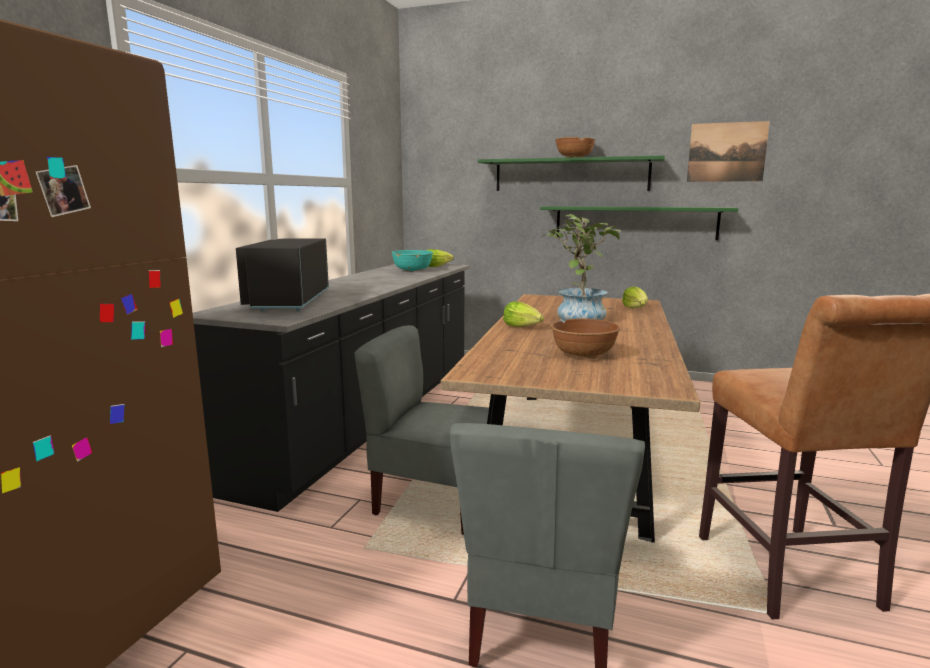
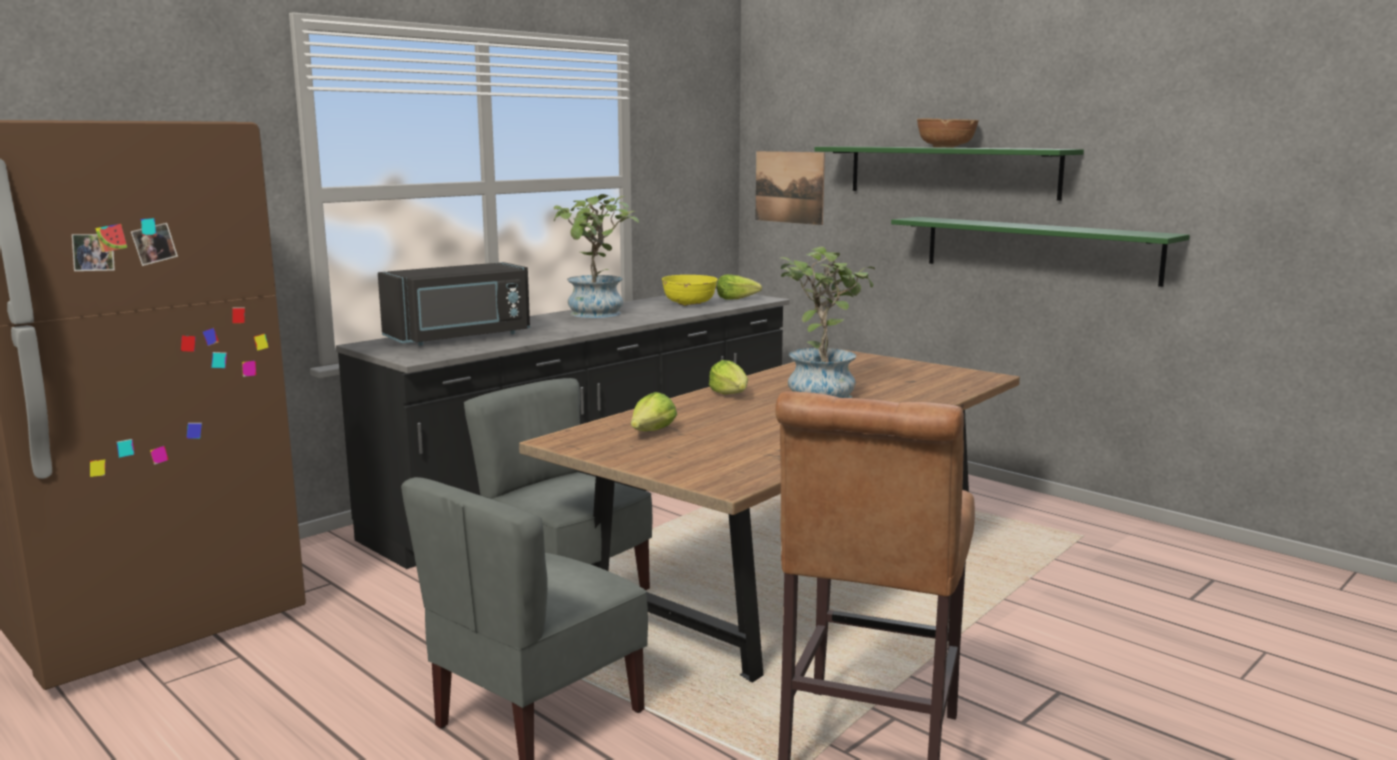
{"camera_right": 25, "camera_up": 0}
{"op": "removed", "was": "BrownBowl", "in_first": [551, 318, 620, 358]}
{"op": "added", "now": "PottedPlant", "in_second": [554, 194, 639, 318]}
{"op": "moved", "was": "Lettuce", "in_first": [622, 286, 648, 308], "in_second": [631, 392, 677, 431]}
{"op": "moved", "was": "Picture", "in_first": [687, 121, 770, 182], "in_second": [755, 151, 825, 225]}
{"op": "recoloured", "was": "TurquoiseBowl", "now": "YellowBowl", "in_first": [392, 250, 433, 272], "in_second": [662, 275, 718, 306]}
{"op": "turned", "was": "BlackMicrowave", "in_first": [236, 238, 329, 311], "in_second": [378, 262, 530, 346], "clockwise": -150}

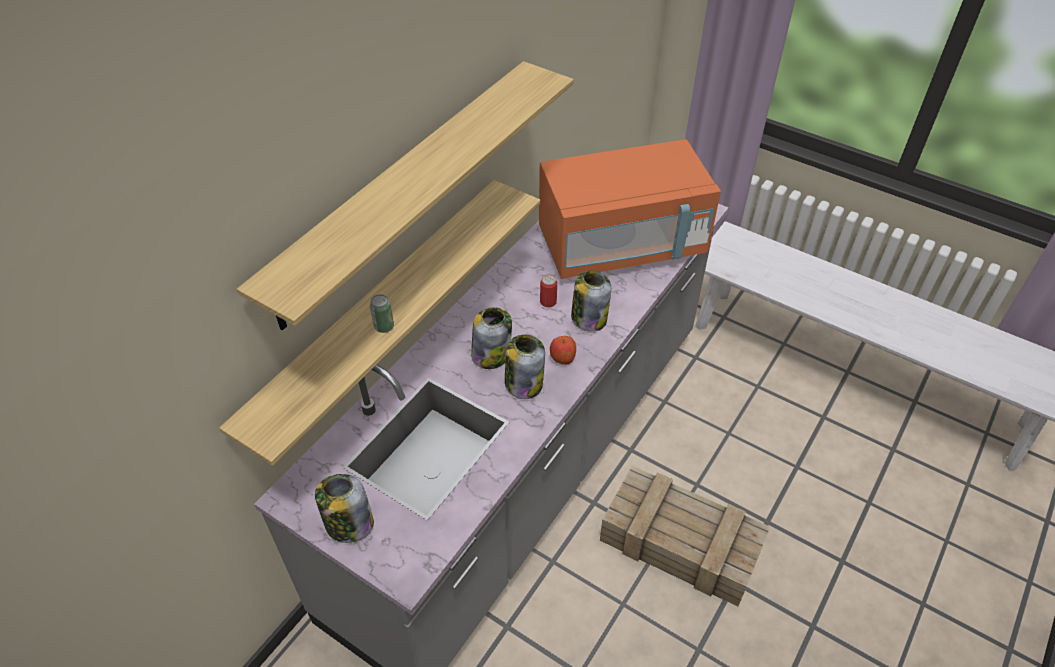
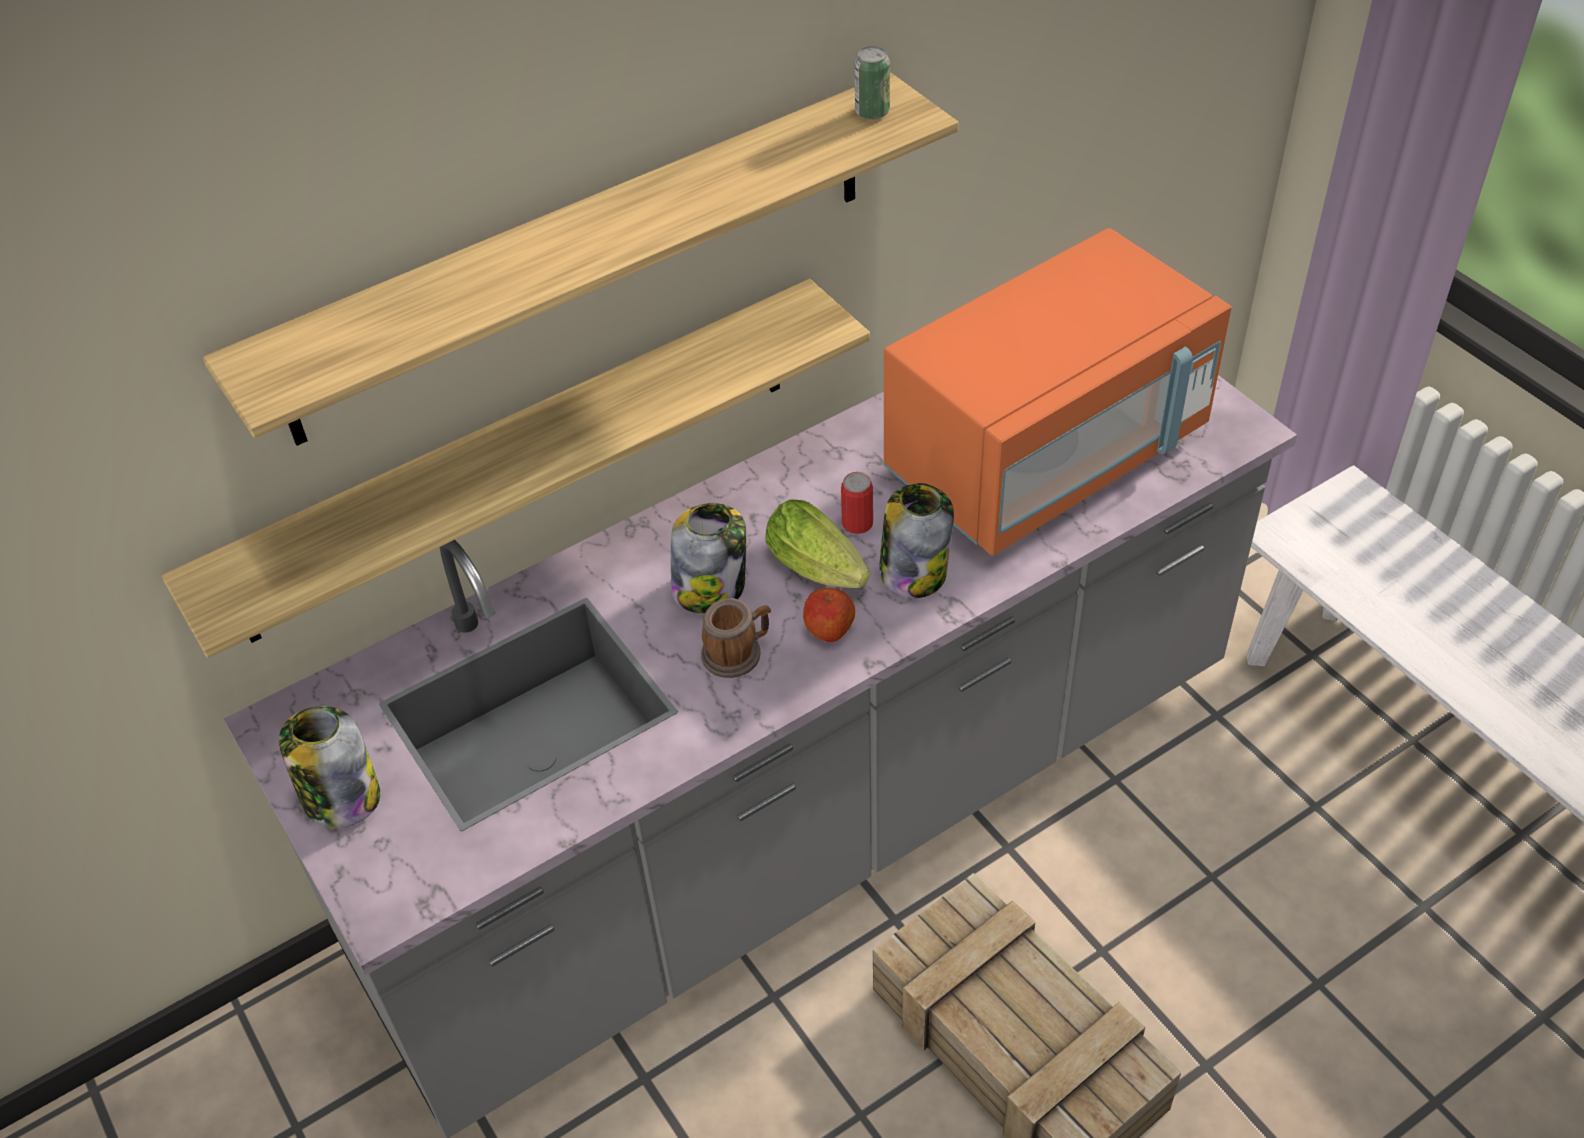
{"camera_right": 25, "camera_up": 0}
{"op": "added", "now": "Lettuce", "in_second": [765, 499, 870, 588]}
{"op": "moved", "was": "Can", "in_first": [370, 294, 394, 333], "in_second": [854, 46, 890, 120]}
{"op": "replaced", "was": "Jar", "now": "Mug", "in_first": [505, 335, 545, 399], "in_second": [701, 598, 771, 678]}
{"op": "turned", "was": "OrangeMicrowave", "in_first": [539, 140, 721, 279], "in_second": [884, 228, 1231, 556], "clockwise": -45}

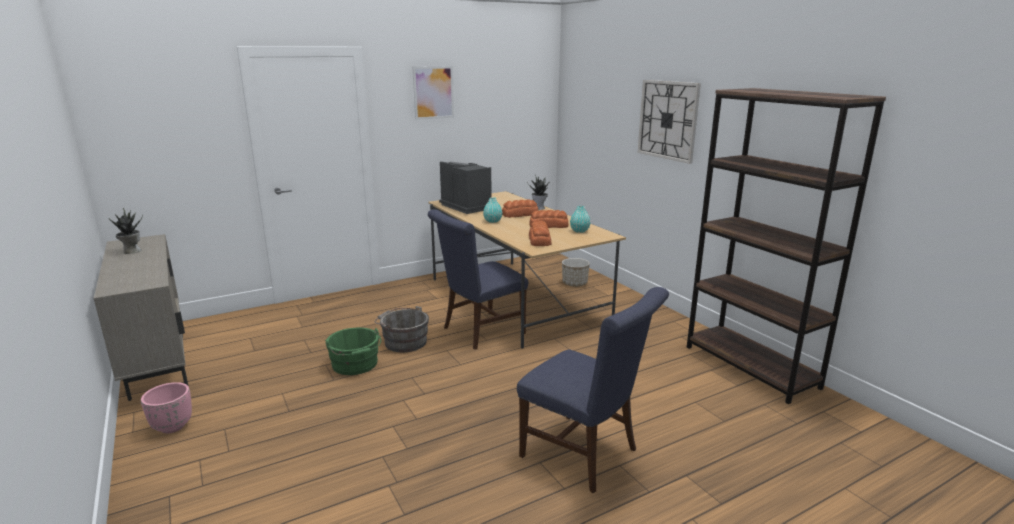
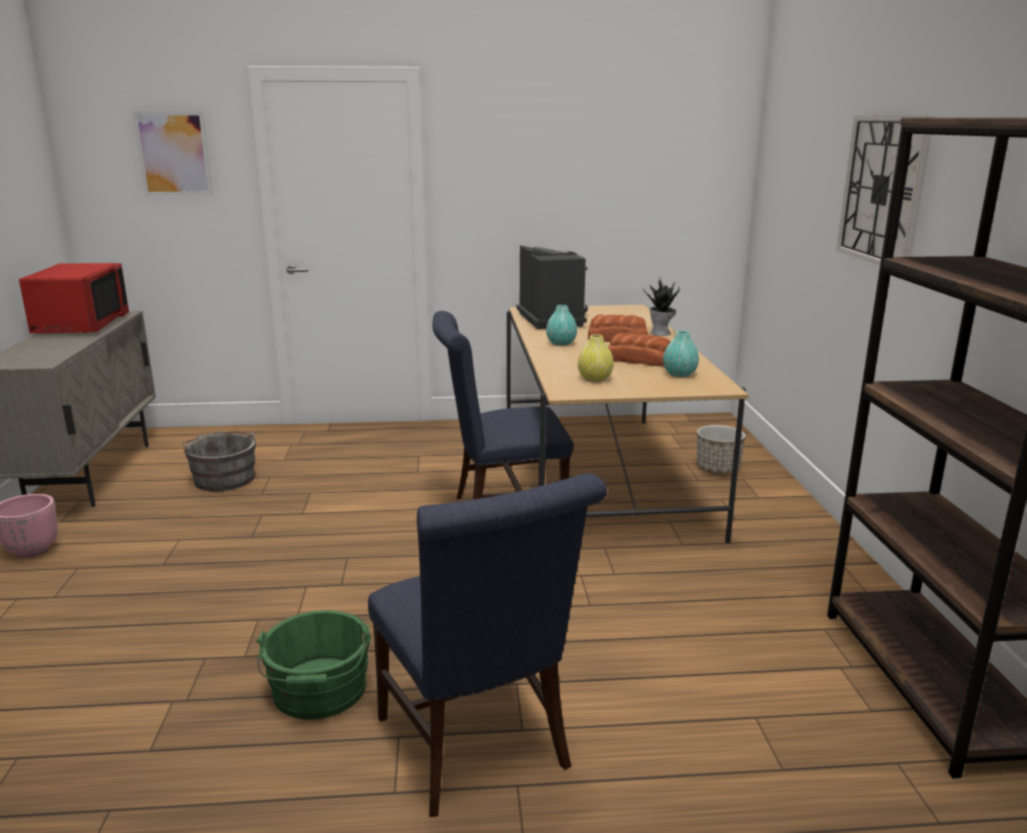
{"camera_right": 25, "camera_up": 0}
{"op": "moved", "was": "GreenBucket", "in_first": [325, 327, 381, 375], "in_second": [256, 610, 371, 719]}
{"op": "moved", "was": "GreyBucket", "in_first": [375, 306, 429, 352], "in_second": [182, 431, 256, 491]}
{"op": "moved", "was": "Picture", "in_first": [413, 66, 454, 120], "in_second": [133, 111, 213, 196]}
{"op": "replaced", "was": "PottedPlant", "now": "RedMicrowave", "in_first": [109, 208, 143, 254], "in_second": [19, 263, 129, 334]}
{"op": "replaced", "was": "Bread", "now": "YellowVase", "in_first": [529, 221, 552, 246], "in_second": [578, 334, 614, 382]}

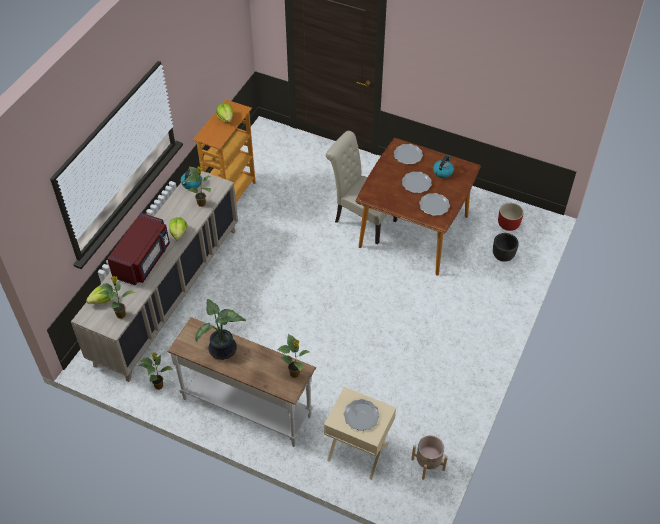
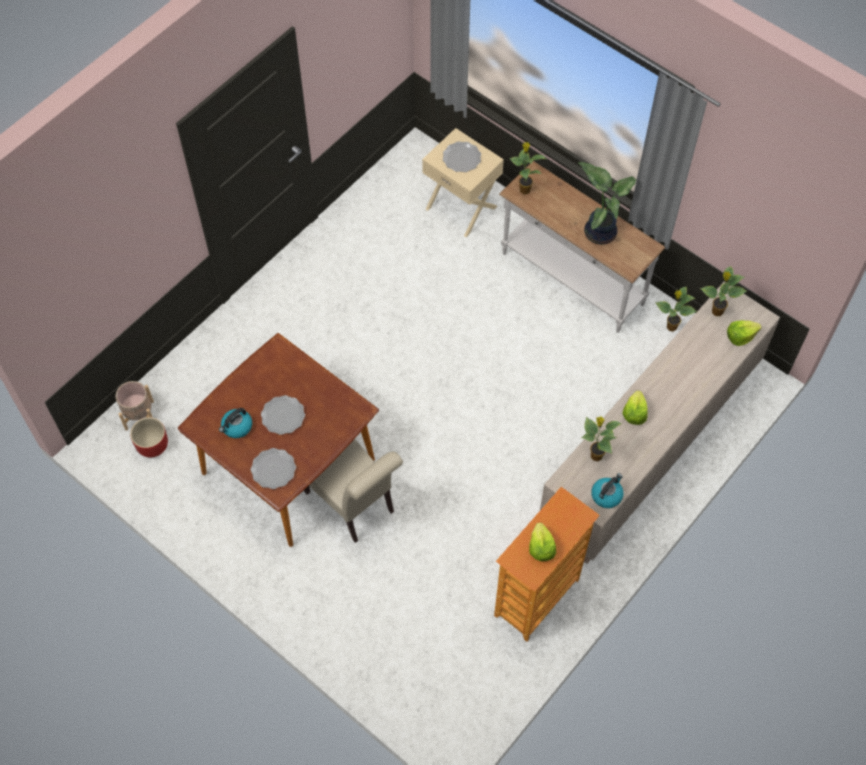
{"camera_right": -165, "camera_up": 10}
{"op": "removed", "was": "RedMicrowave", "in_first": [107, 213, 170, 286]}
{"op": "removed", "was": "Plate", "in_first": [419, 193, 450, 216]}
{"op": "removed", "was": "BlackPlanter", "in_first": [493, 233, 519, 262]}
{"op": "moved", "was": "BeigePlanter", "in_first": [411, 435, 448, 480], "in_second": [116, 381, 154, 431]}

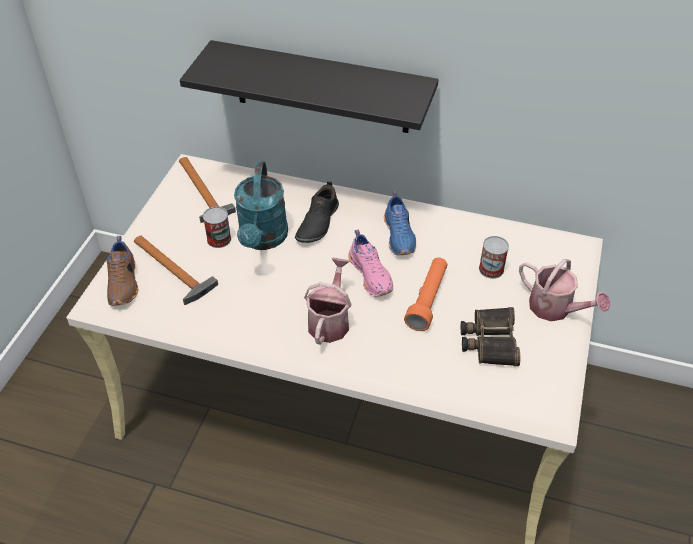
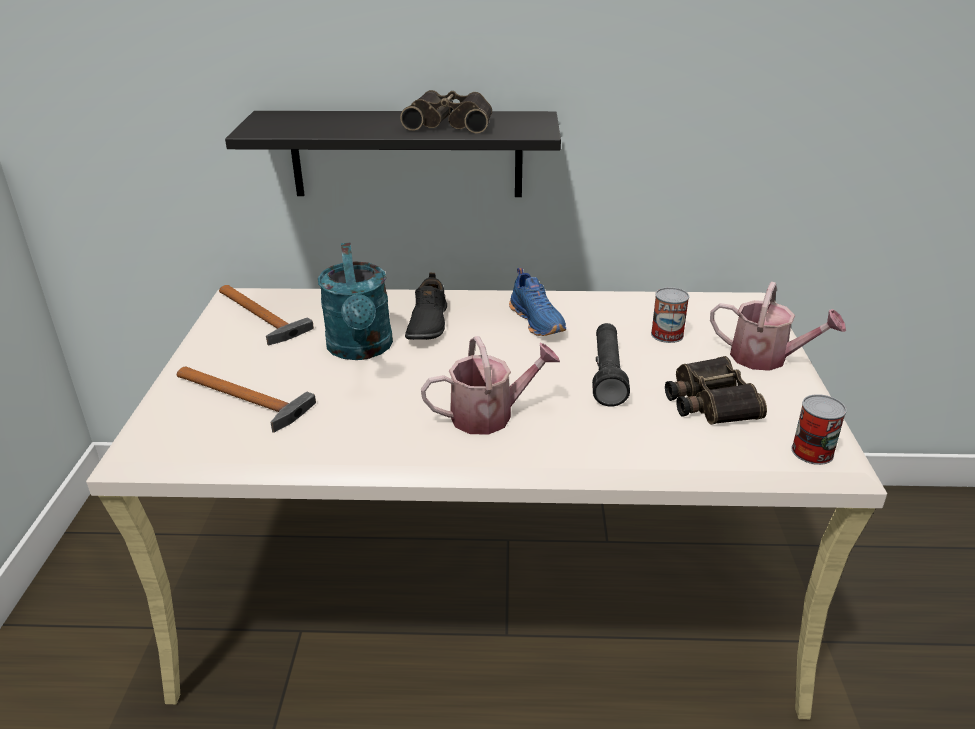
{"camera_right": -15, "camera_up": -15}
{"op": "removed", "was": "BrownShoe", "in_first": [107, 236, 138, 306]}
{"op": "removed", "was": "PinkShoe", "in_first": [348, 229, 393, 297]}
{"op": "added", "now": "Binoculars", "in_second": [400, 90, 492, 134]}
{"op": "moved", "was": "Can", "in_first": [203, 207, 231, 248], "in_second": [792, 394, 847, 465]}
{"op": "recoloured", "was": "OrangeFlashlight", "now": "BlackFlashlight", "in_first": [404, 258, 447, 331], "in_second": [592, 323, 630, 407]}
{"op": "turned", "was": "WateringCan", "in_first": [304, 258, 352, 345], "in_second": [421, 336, 560, 434], "clockwise": 75}

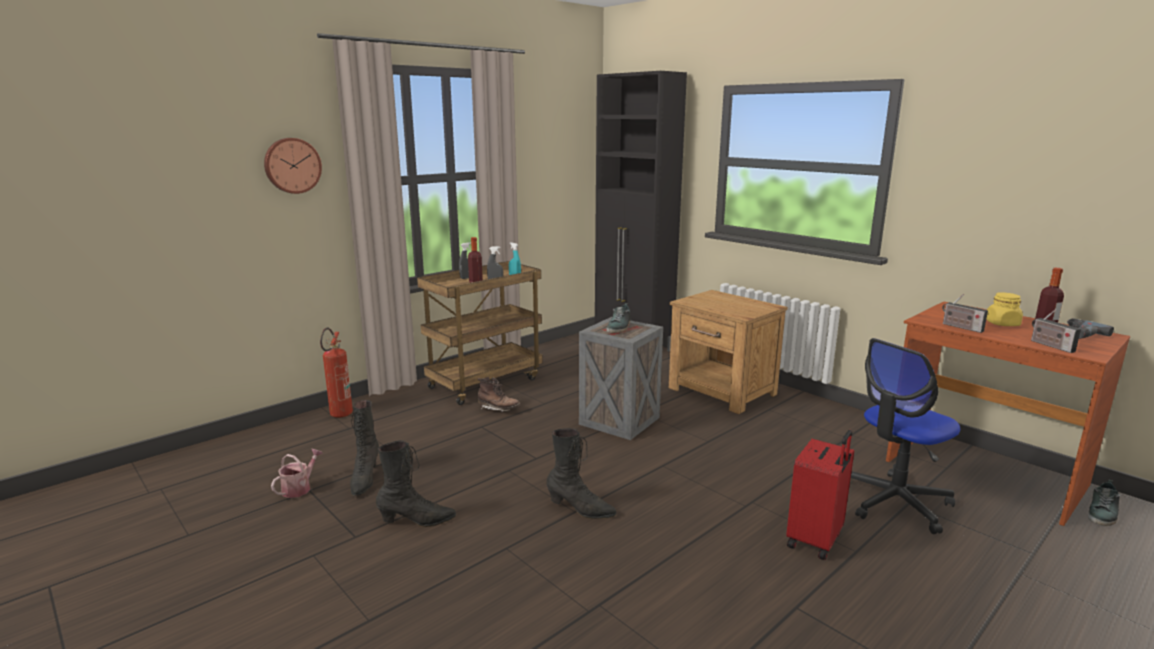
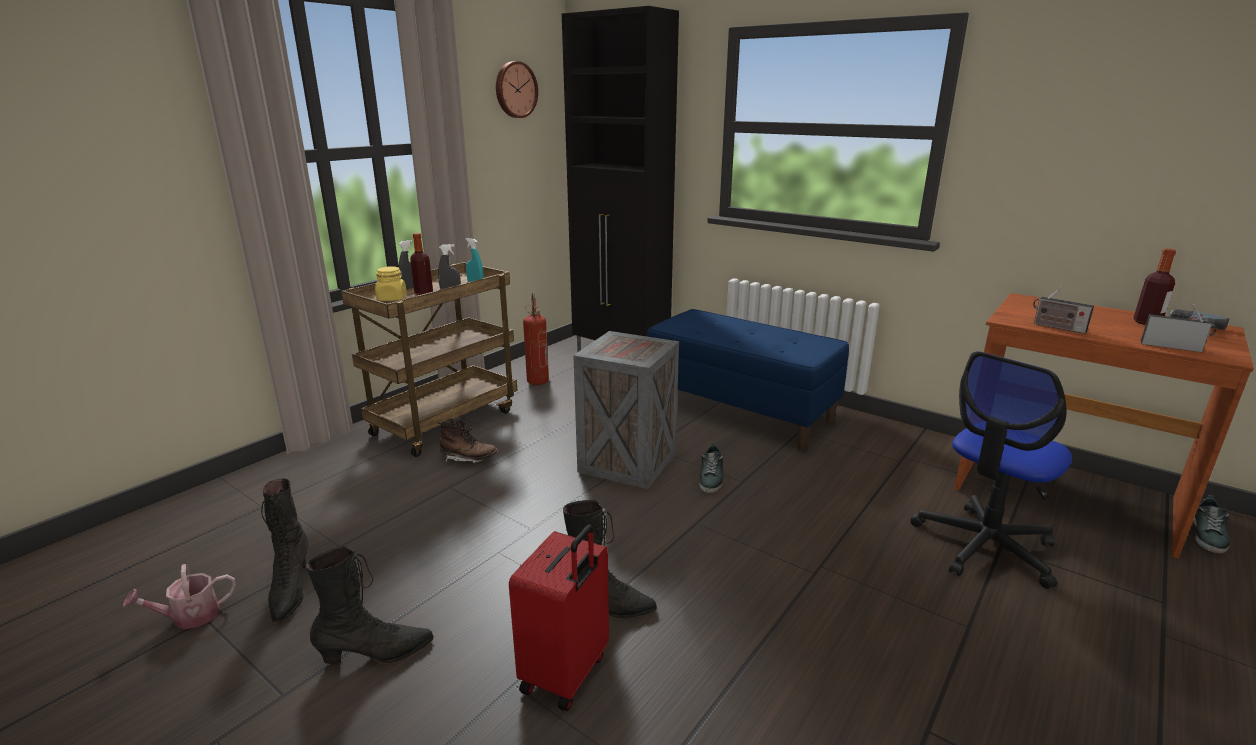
{"camera_right": -10, "camera_up": 5}
{"op": "moved", "was": "WallClock", "in_first": [264, 138, 322, 194], "in_second": [496, 61, 538, 118]}
{"op": "moved", "was": "FireExtinguisher", "in_first": [320, 328, 353, 418], "in_second": [523, 292, 549, 385]}
{"op": "moved", "was": "Shoe", "in_first": [606, 303, 630, 333], "in_second": [699, 442, 723, 493]}
{"op": "moved", "was": "RedSuitcase", "in_first": [786, 430, 854, 560], "in_second": [509, 525, 609, 711]}
{"op": "moved", "was": "YellowJar", "in_first": [986, 293, 1023, 326], "in_second": [375, 266, 407, 301]}
{"op": "replaced", "was": "BrownNightstand", "now": "BlueBench", "in_first": [669, 290, 788, 414], "in_second": [647, 309, 849, 450]}
{"op": "turned", "was": "WateringCan", "in_first": [271, 449, 323, 498], "in_second": [123, 564, 236, 629], "clockwise": -135}
{"op": "turned", "was": "Radio", "in_first": [1031, 310, 1081, 353], "in_second": [1141, 304, 1217, 352], "clockwise": 150}

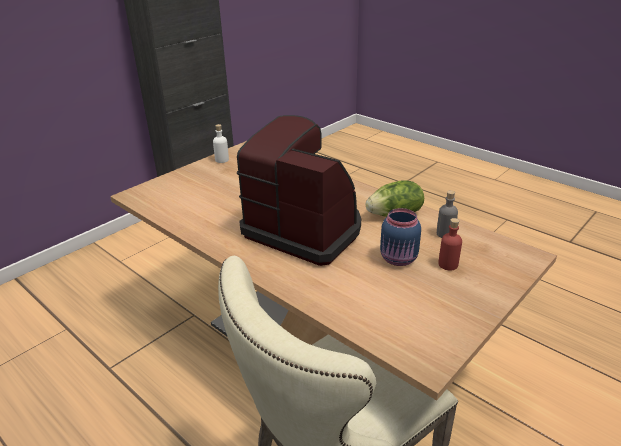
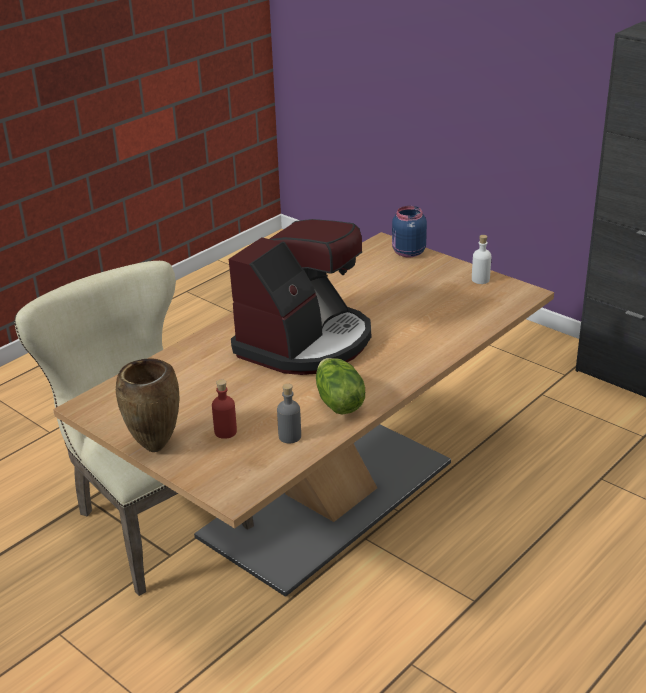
{"camera_right": 90, "camera_up": 0}
{"op": "added", "now": "BrownVase", "in_second": [116, 358, 180, 452]}
{"op": "moved", "was": "BlueJar", "in_first": [380, 208, 421, 266], "in_second": [392, 206, 427, 257]}

